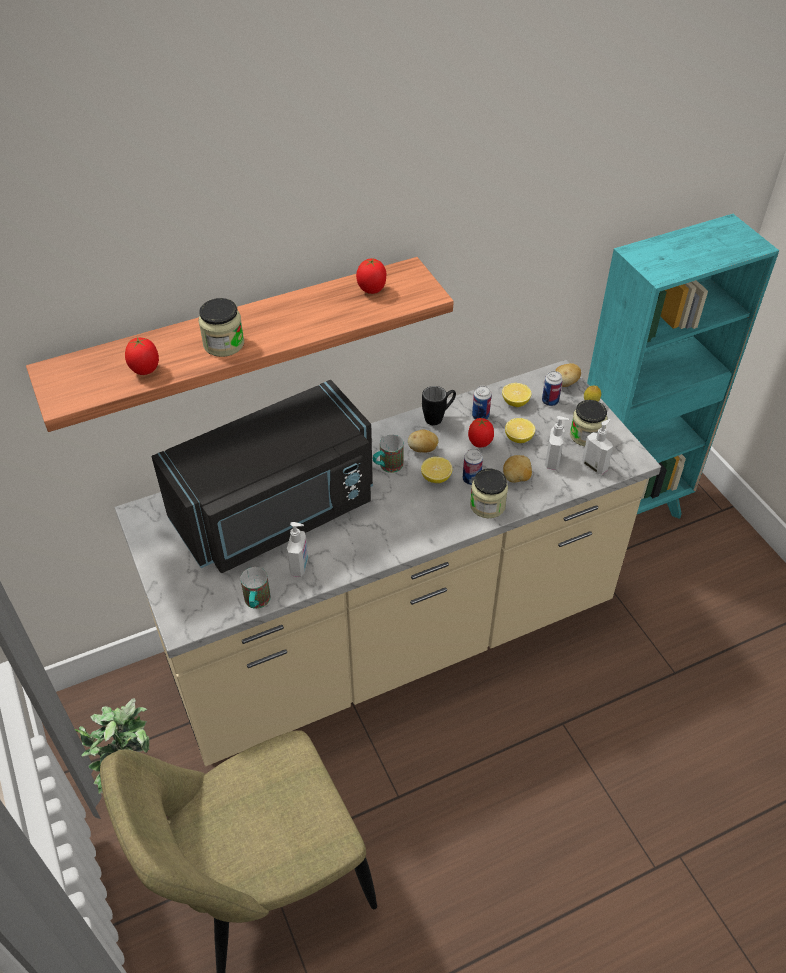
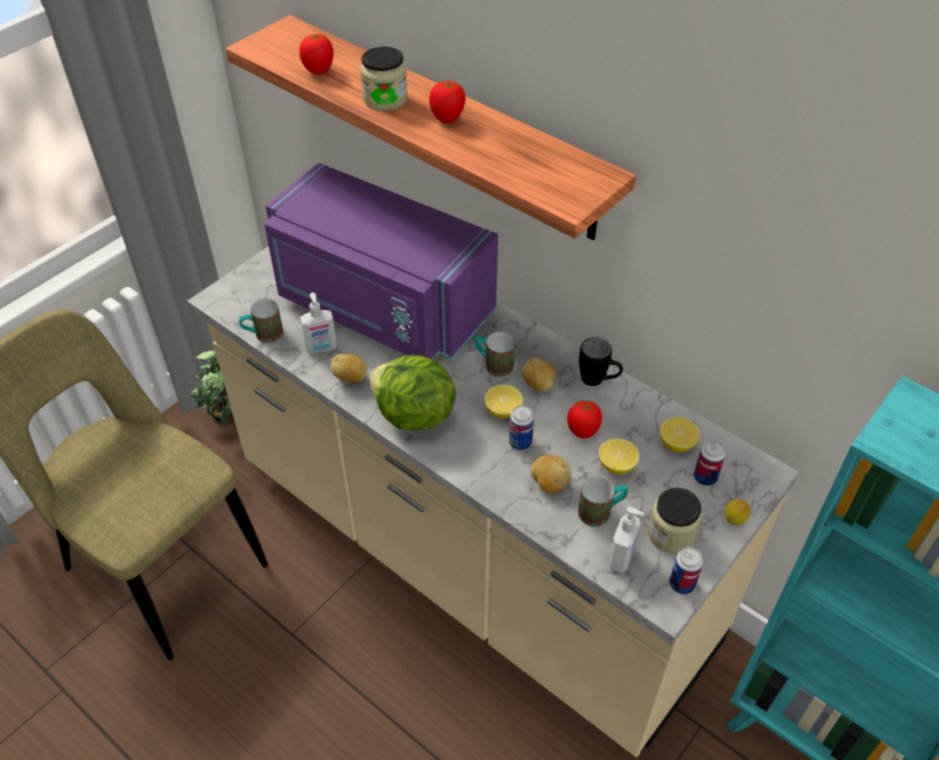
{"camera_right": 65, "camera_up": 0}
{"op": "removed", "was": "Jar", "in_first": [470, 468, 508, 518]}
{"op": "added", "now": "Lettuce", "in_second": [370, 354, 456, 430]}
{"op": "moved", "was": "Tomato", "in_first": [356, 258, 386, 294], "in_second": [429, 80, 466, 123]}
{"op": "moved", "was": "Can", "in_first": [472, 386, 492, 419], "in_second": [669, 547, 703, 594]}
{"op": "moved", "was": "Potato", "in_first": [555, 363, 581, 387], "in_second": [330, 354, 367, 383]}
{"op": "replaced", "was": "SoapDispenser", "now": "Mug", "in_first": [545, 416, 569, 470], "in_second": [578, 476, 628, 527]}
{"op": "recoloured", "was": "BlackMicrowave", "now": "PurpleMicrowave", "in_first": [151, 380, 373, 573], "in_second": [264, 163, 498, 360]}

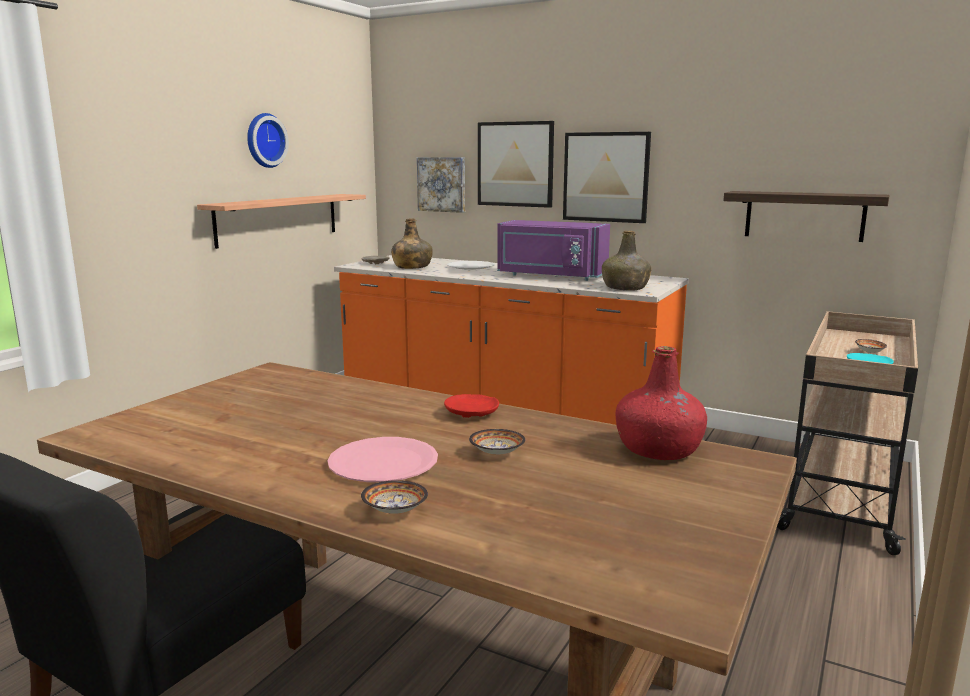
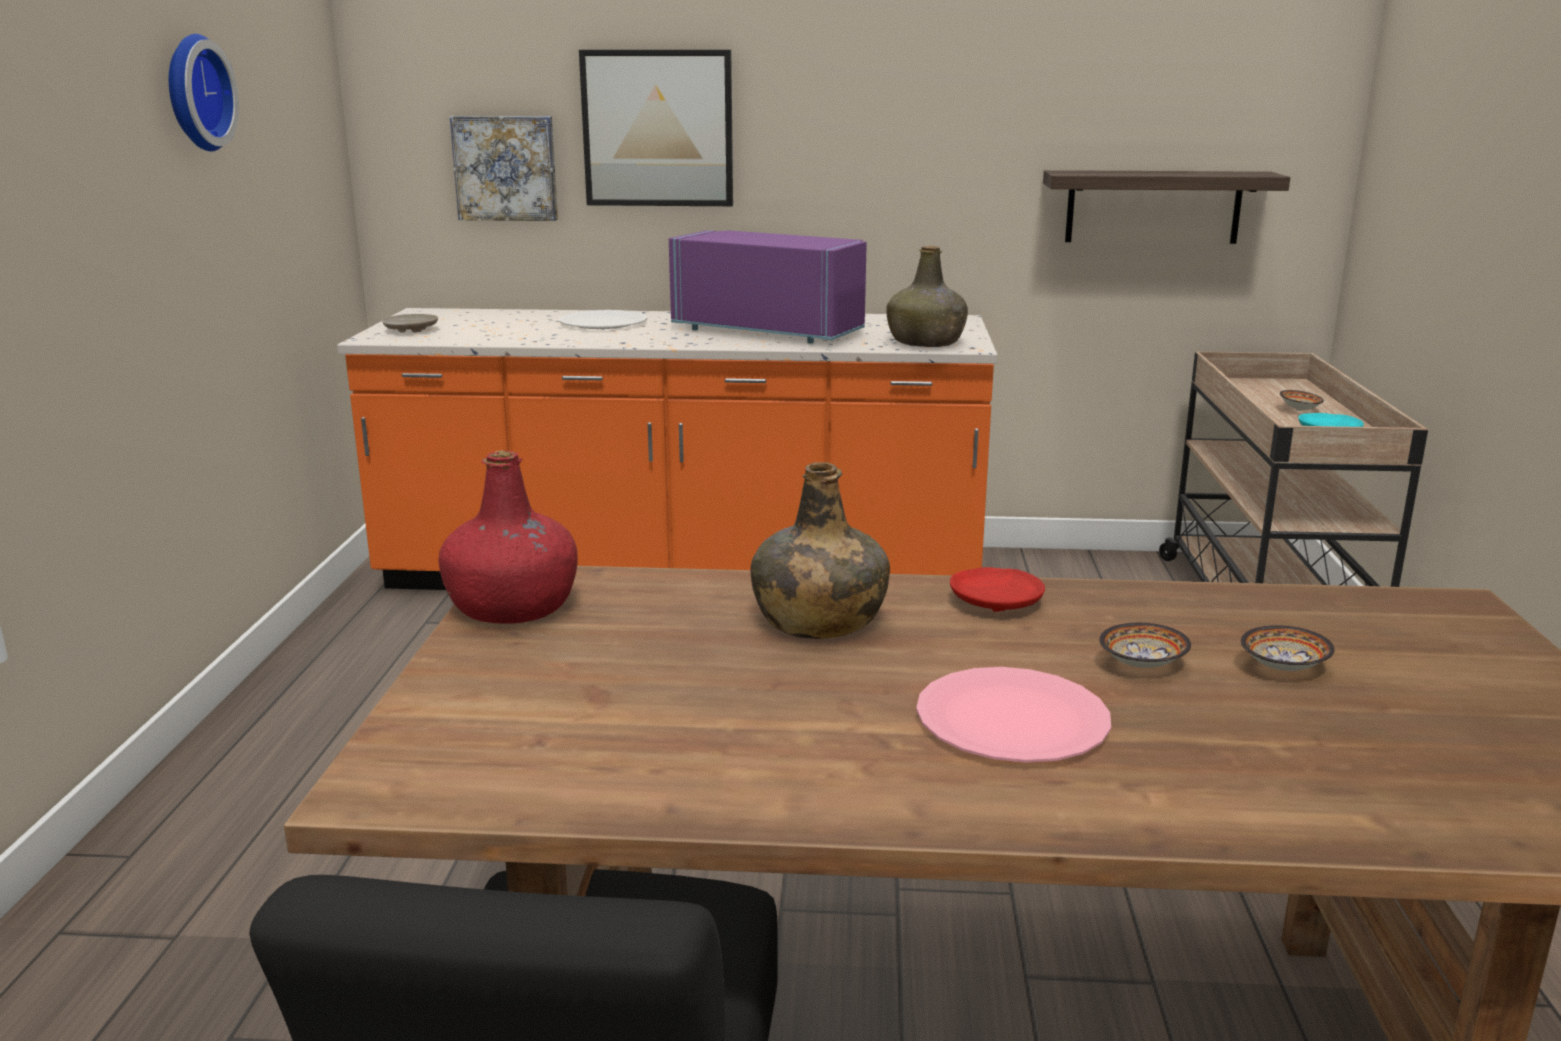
{"camera_right": -25, "camera_up": 5}
{"op": "removed", "was": "Shelf", "in_first": [197, 194, 366, 249]}
{"op": "removed", "was": "Picture", "in_first": [563, 132, 651, 223]}
{"op": "moved", "was": "Bowl", "in_first": [361, 480, 428, 514], "in_second": [1241, 625, 1334, 671]}
{"op": "moved", "was": "GreenBottle", "in_first": [391, 218, 433, 269], "in_second": [751, 462, 890, 639]}
{"op": "moved", "was": "RedBottle", "in_first": [616, 346, 707, 460], "in_second": [438, 450, 578, 624]}
{"op": "turned", "was": "PurpleMicrowave", "in_first": [497, 220, 610, 281], "in_second": [669, 230, 867, 344], "clockwise": -150}

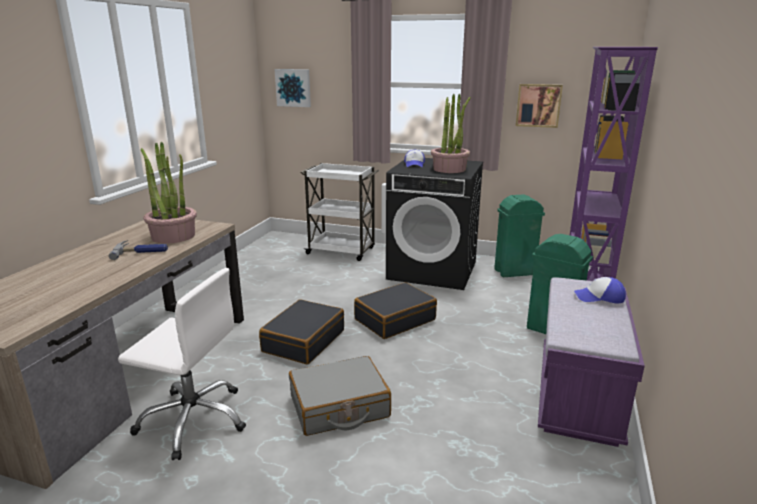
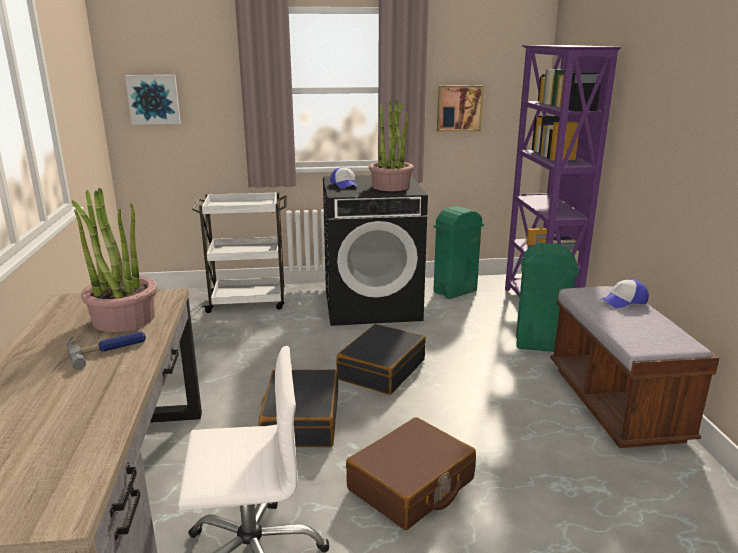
{"camera_right": -25, "camera_up": 0}
{"op": "recoloured", "was": "GreySuitcase", "now": "BrownSuitcase", "in_first": [289, 356, 391, 436], "in_second": [346, 417, 476, 530]}
{"op": "recoloured", "was": "PurpleBench", "now": "BrownBench", "in_first": [538, 277, 645, 447], "in_second": [550, 286, 720, 448]}

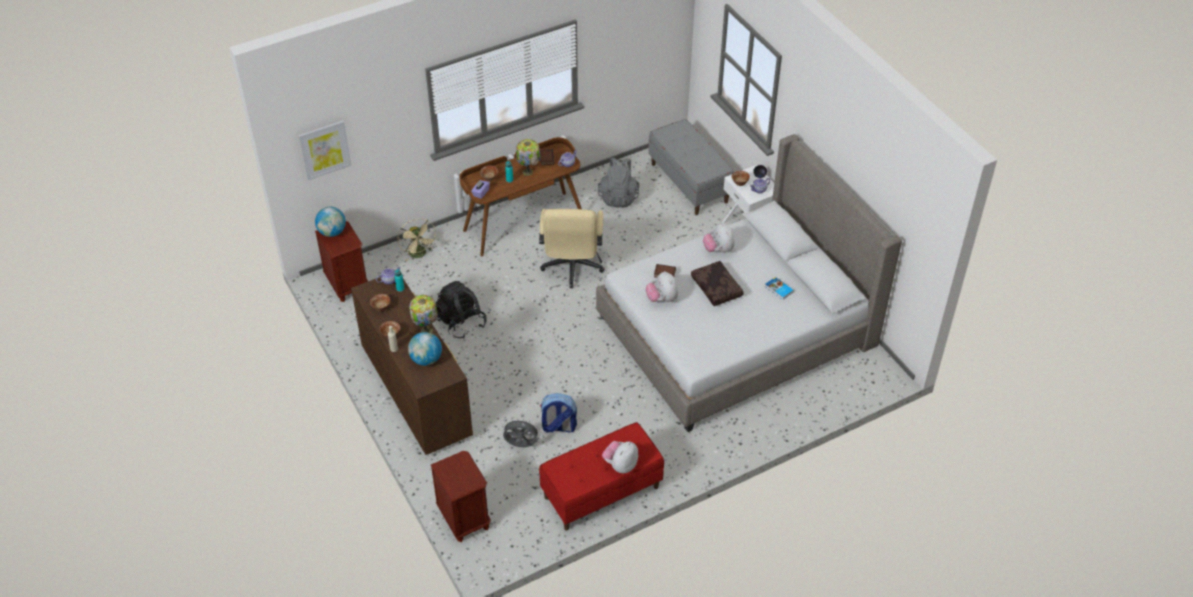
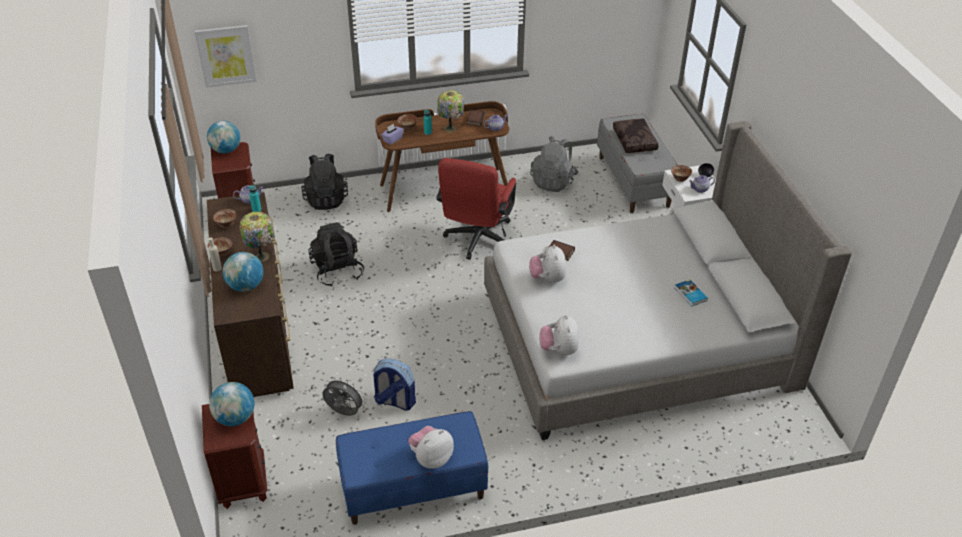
{"camera_right": 15, "camera_up": -5}
{"op": "added", "now": "Globe", "in_second": [209, 382, 254, 426]}
{"op": "moved", "was": "BrownPillow", "in_first": [691, 261, 744, 306], "in_second": [613, 119, 658, 153]}
{"op": "moved", "was": "PlushToy", "in_first": [703, 223, 735, 253], "in_second": [539, 315, 580, 355]}
{"op": "replaced", "was": "BeigeFan", "now": "BlackBackpack", "in_first": [397, 219, 437, 261], "in_second": [301, 153, 348, 210]}
{"op": "recoloured", "was": "BeigeOfficeChair", "now": "RedOfficeChair", "in_first": [539, 209, 605, 288], "in_second": [436, 158, 516, 260]}
{"op": "recoloured", "was": "RedBench", "now": "BlueBench", "in_first": [539, 422, 664, 531], "in_second": [336, 411, 488, 525]}

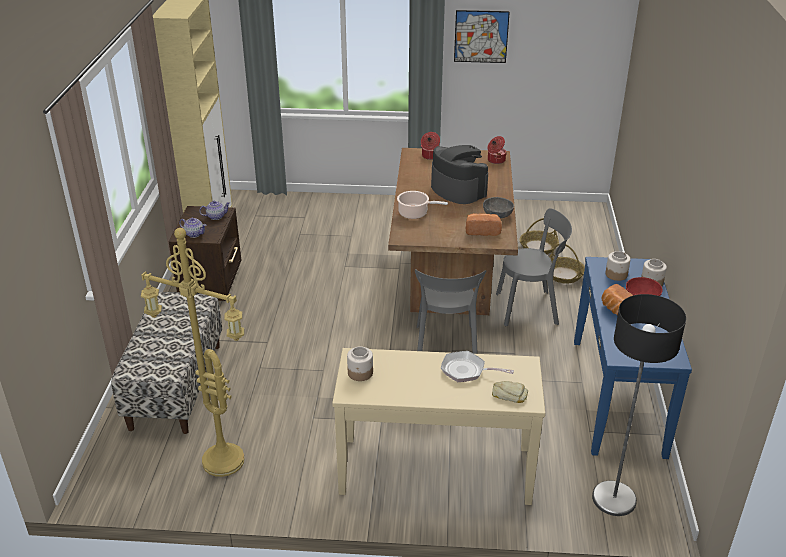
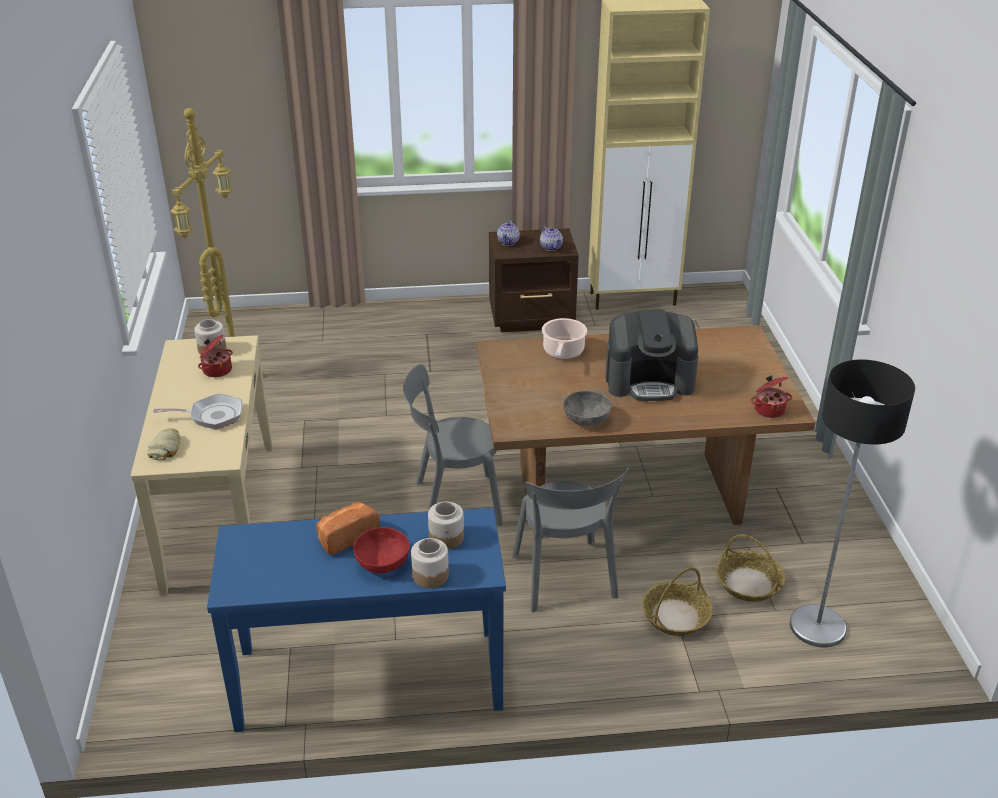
{"camera_right": 80, "camera_up": 0}
{"op": "removed", "was": "Bench", "in_first": [111, 292, 222, 434]}
{"op": "removed", "was": "Picture", "in_first": [454, 10, 510, 63]}
{"op": "removed", "was": "Bread", "in_first": [466, 213, 502, 236]}
{"op": "moved", "was": "CookingPot", "in_first": [421, 132, 440, 160], "in_second": [198, 334, 233, 377]}
{"op": "moved", "was": "FloorLamp", "in_first": [592, 294, 686, 516], "in_second": [790, 359, 915, 647]}
{"op": "turned", "was": "CoffeeMachine", "in_first": [431, 145, 488, 204], "in_second": [605, 310, 698, 401], "clockwise": 45}
{"op": "turned", "was": "FryingPan", "in_first": [441, 351, 514, 382], "in_second": [153, 394, 242, 429], "clockwise": 75}

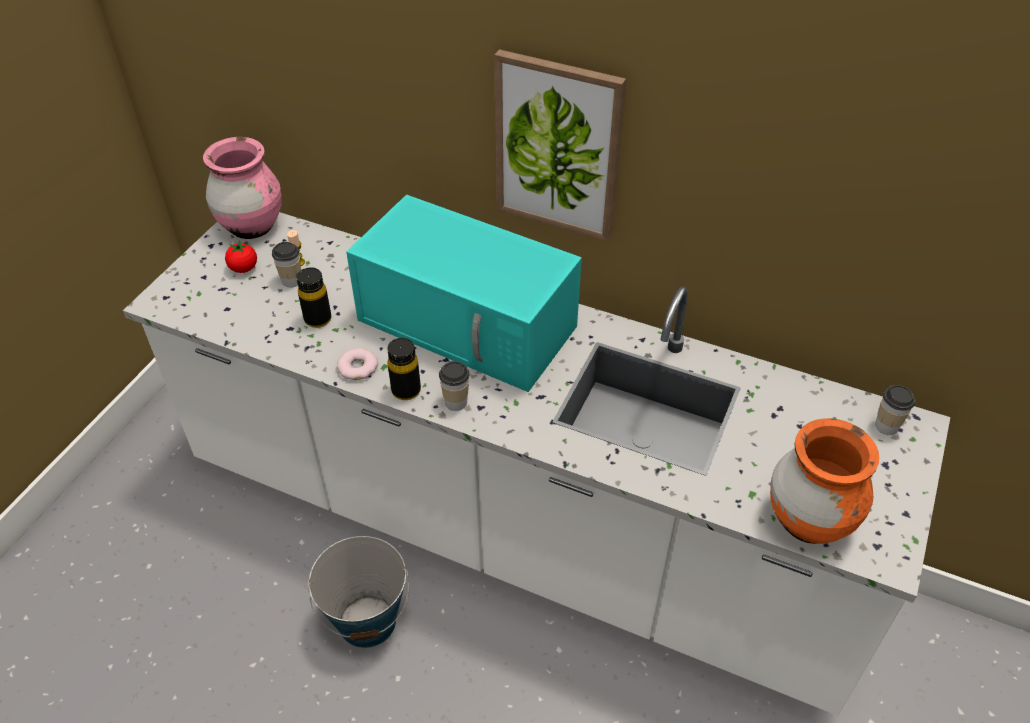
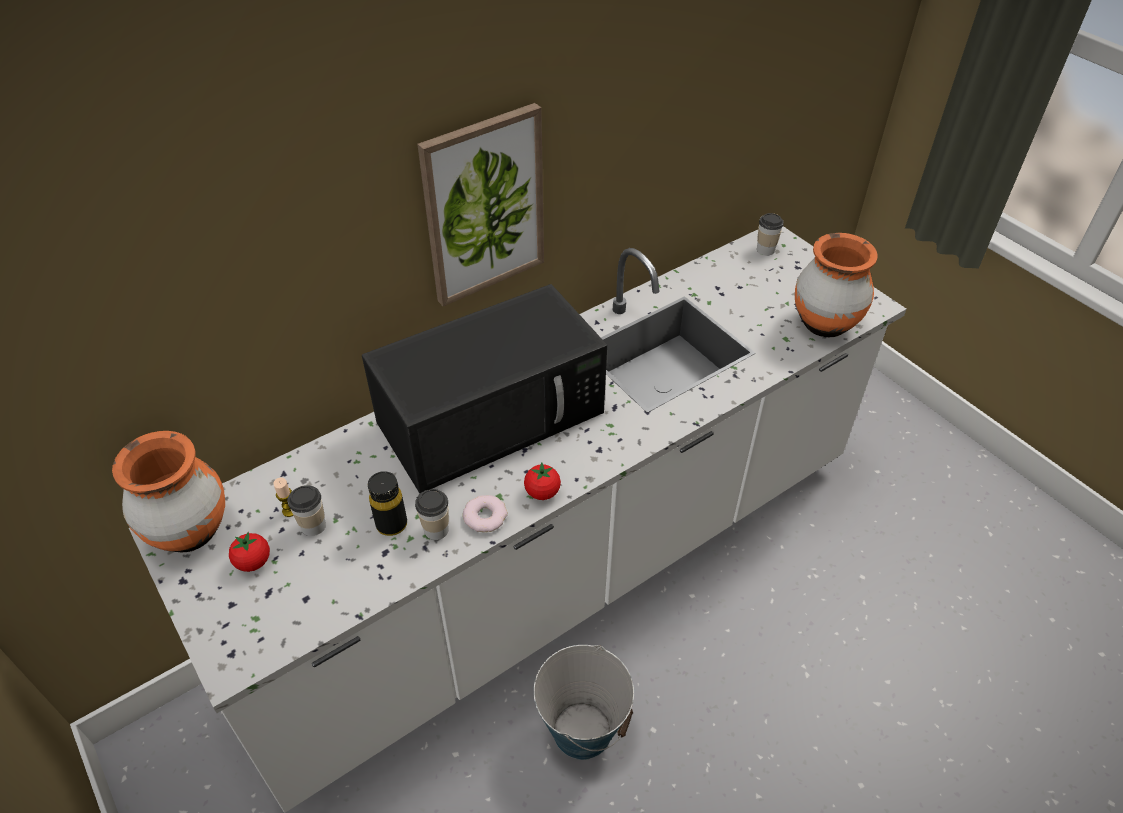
{"camera_right": -60, "camera_up": 0}
{"op": "moved", "was": "Cup", "in_first": [439, 361, 470, 411], "in_second": [415, 489, 449, 540]}
{"op": "replaced", "was": "BlackBottle", "now": "Tomato", "in_first": [387, 338, 421, 400], "in_second": [524, 462, 561, 500]}
{"op": "recoloured", "was": "PinkVase", "now": "OrangeVase", "in_first": [203, 137, 282, 239], "in_second": [112, 431, 225, 552]}
{"op": "recoloured", "was": "TurquoiseMicrowave", "now": "BlackMicrowave", "in_first": [346, 195, 582, 392], "in_second": [362, 284, 607, 493]}

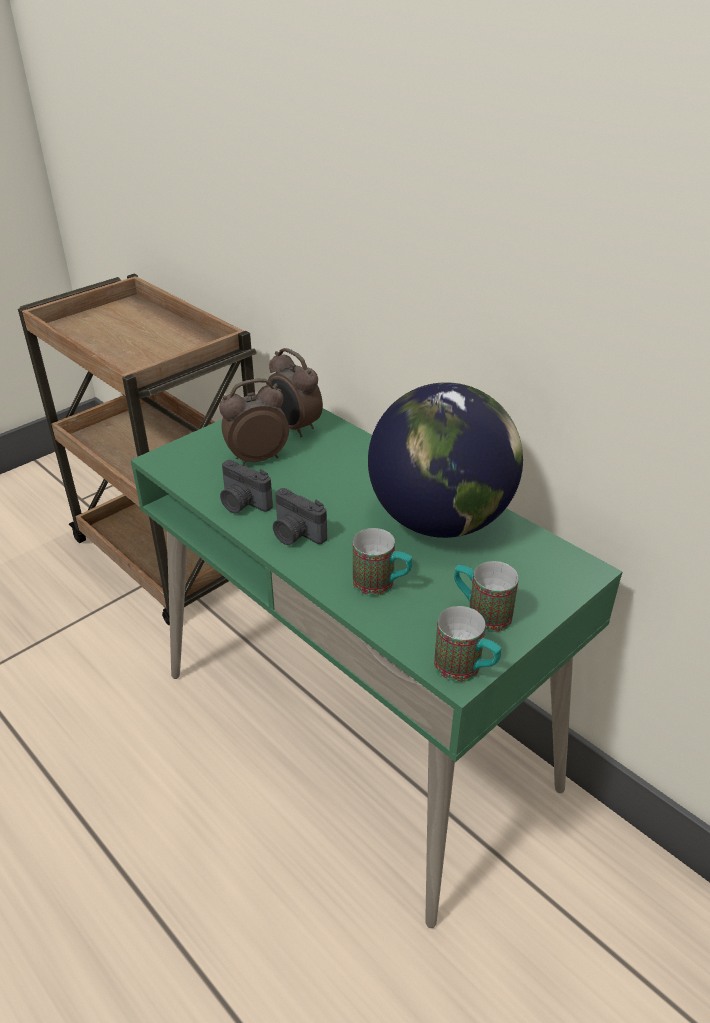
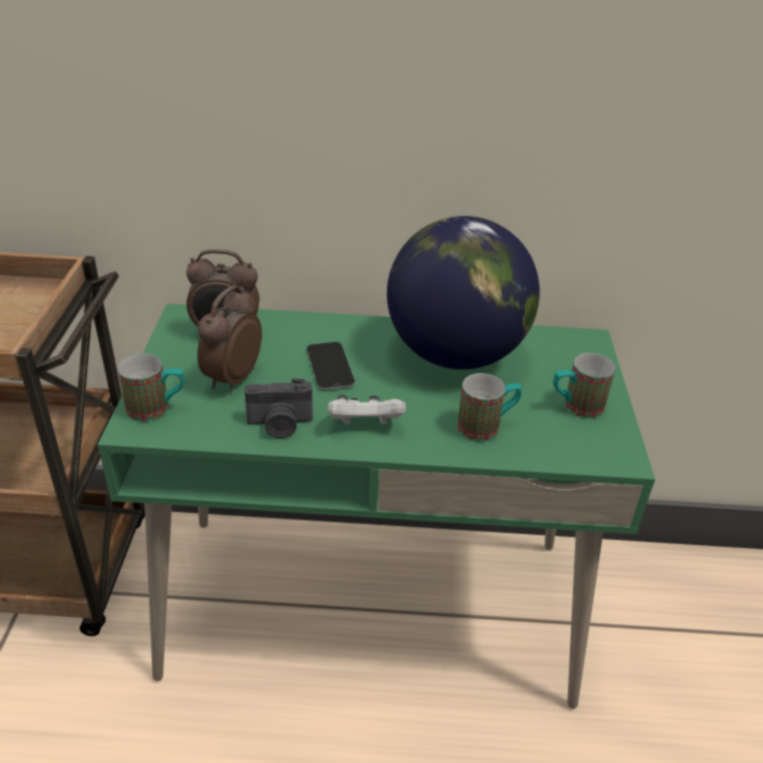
{"camera_right": -45, "camera_up": 0}
{"op": "added", "now": "Phone", "in_second": [307, 342, 355, 390]}
{"op": "moved", "was": "Mug", "in_first": [434, 606, 502, 682], "in_second": [118, 354, 185, 422]}
{"op": "replaced", "was": "PhotoCamera", "now": "WhiteGameController", "in_first": [273, 488, 327, 545], "in_second": [327, 395, 406, 425]}

